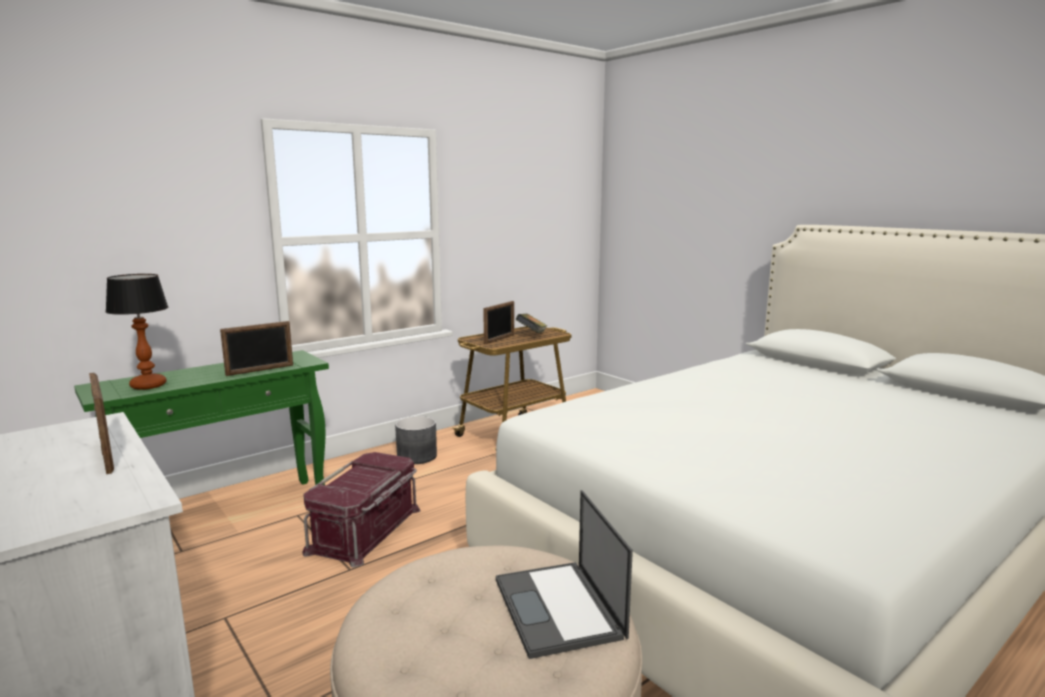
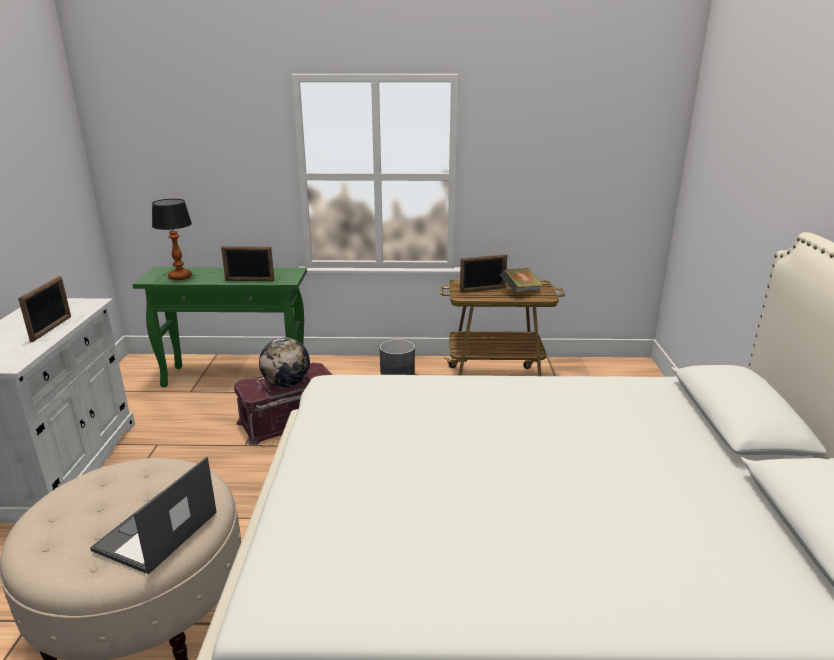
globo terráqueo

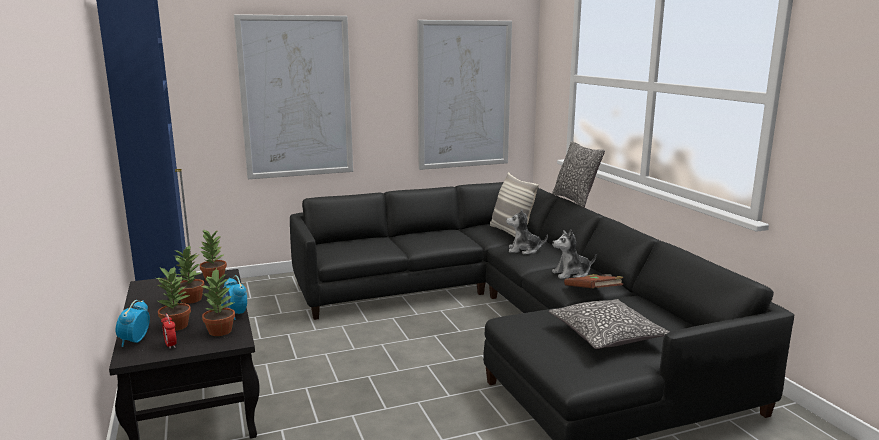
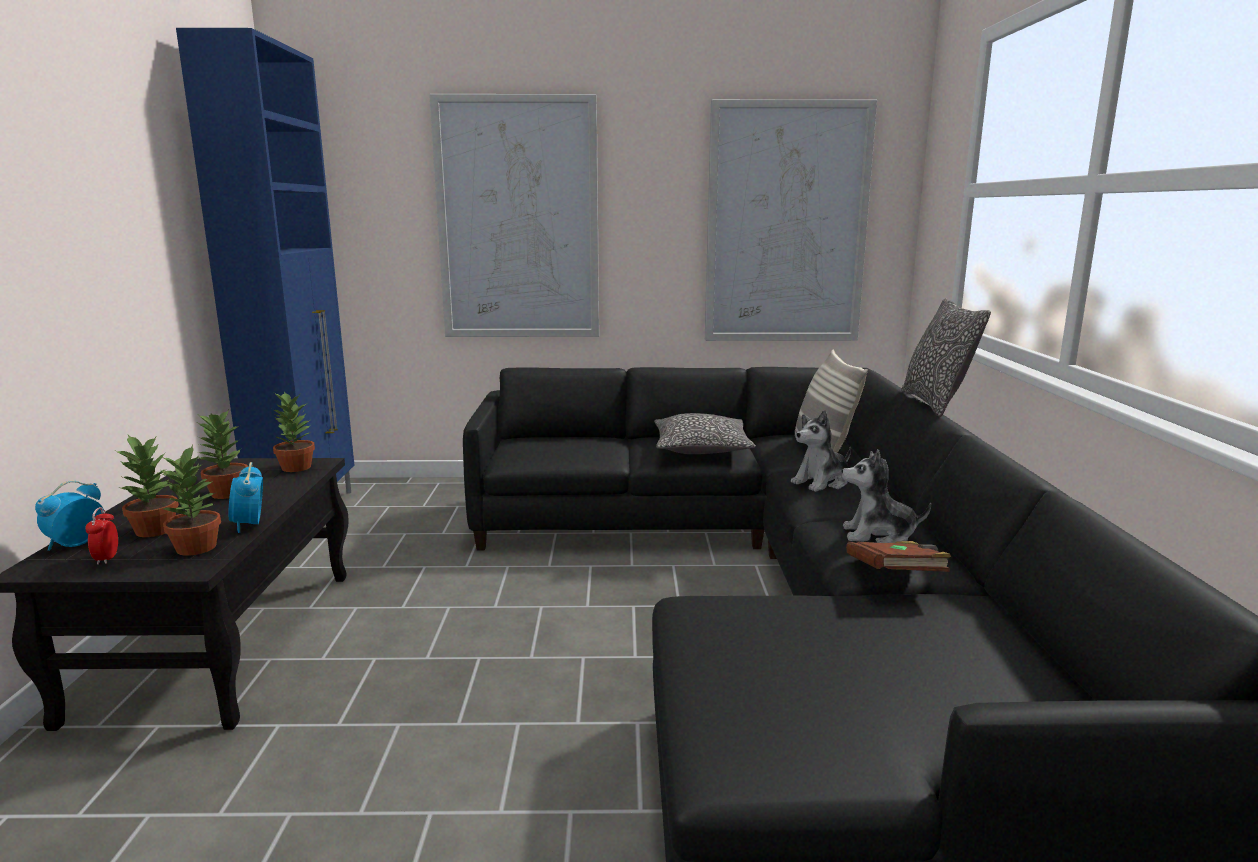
peluche (1st from left); cojín (1st from left)

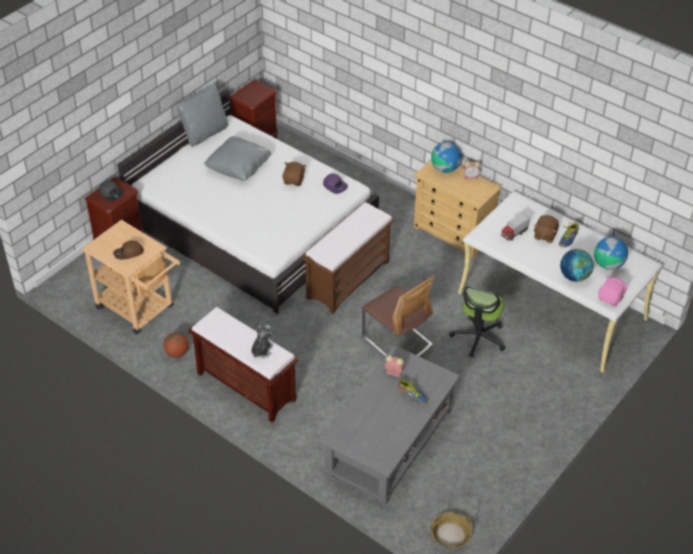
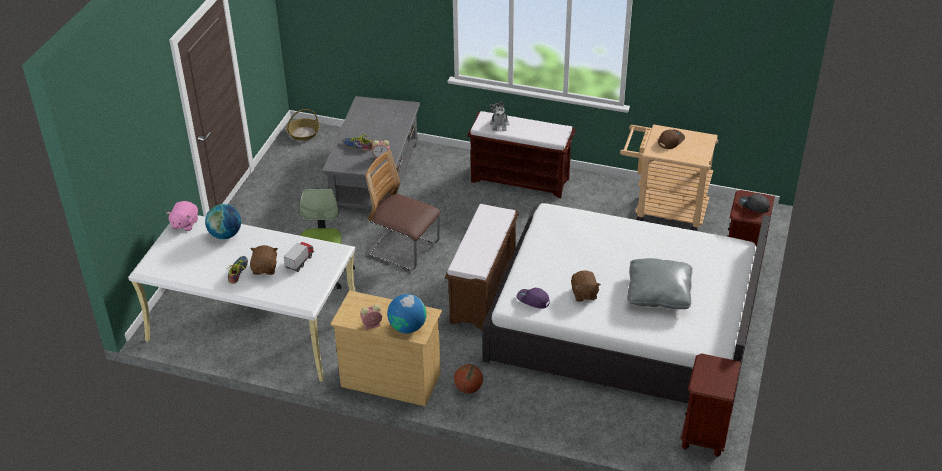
cojín/gris (1st from left in the first image); globo terráqueo (3rd from left in the first image); balón de baloncesto

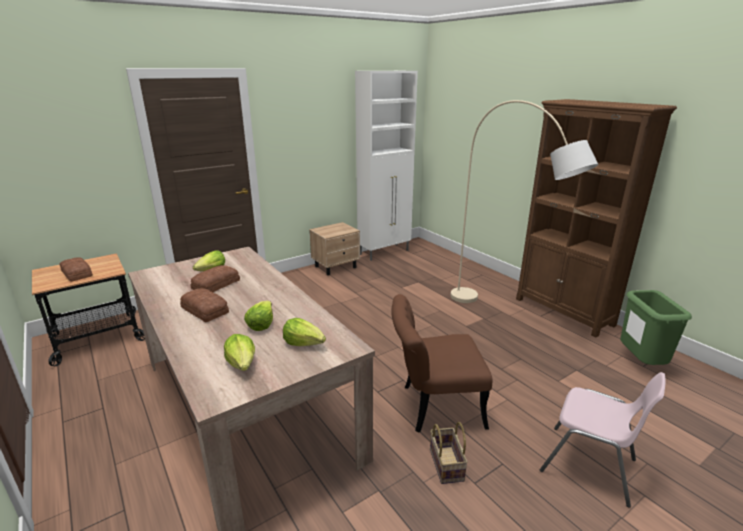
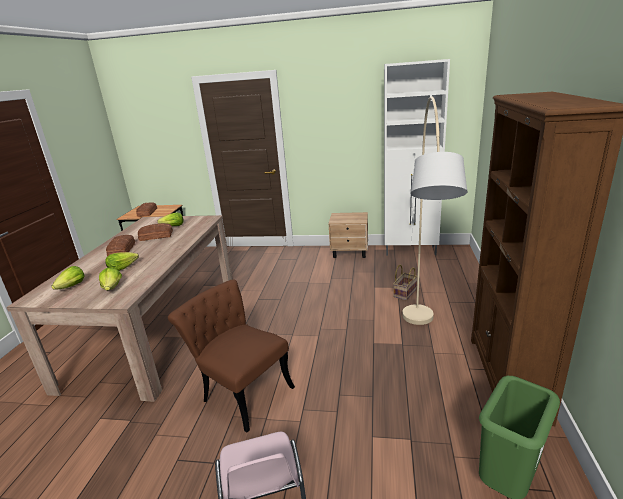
cesta

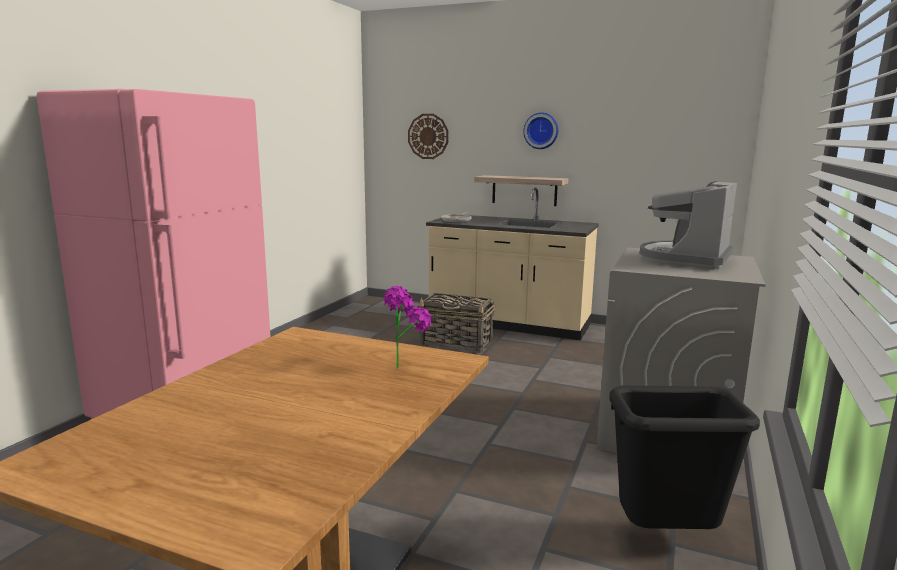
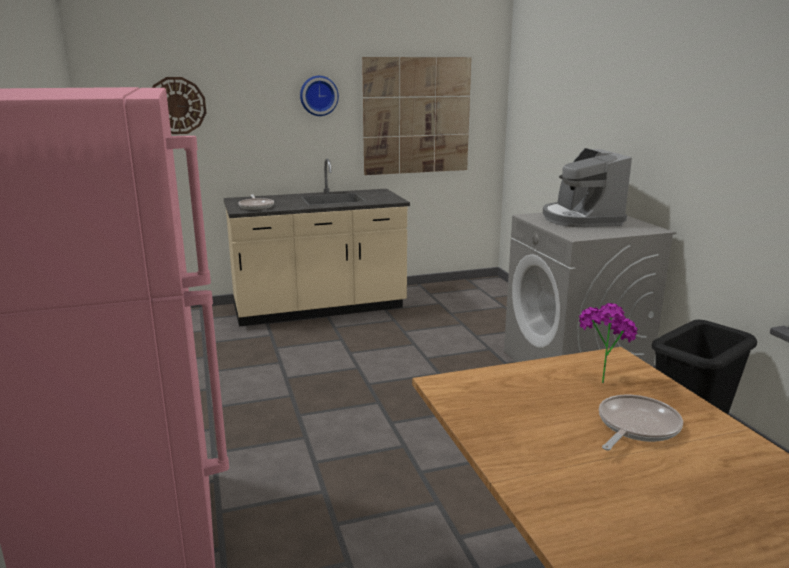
estante; cesta; cuadro; sartén (2nd from left)

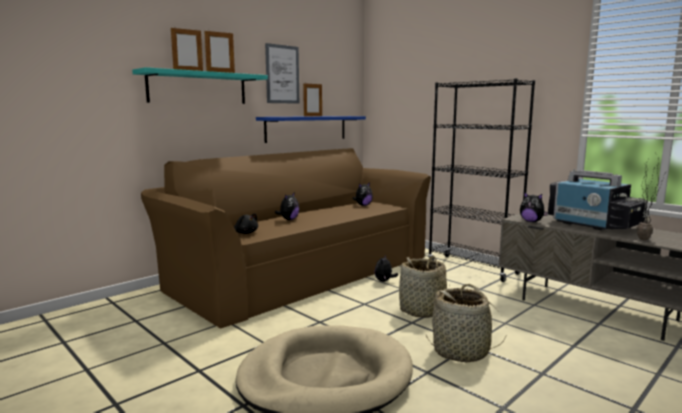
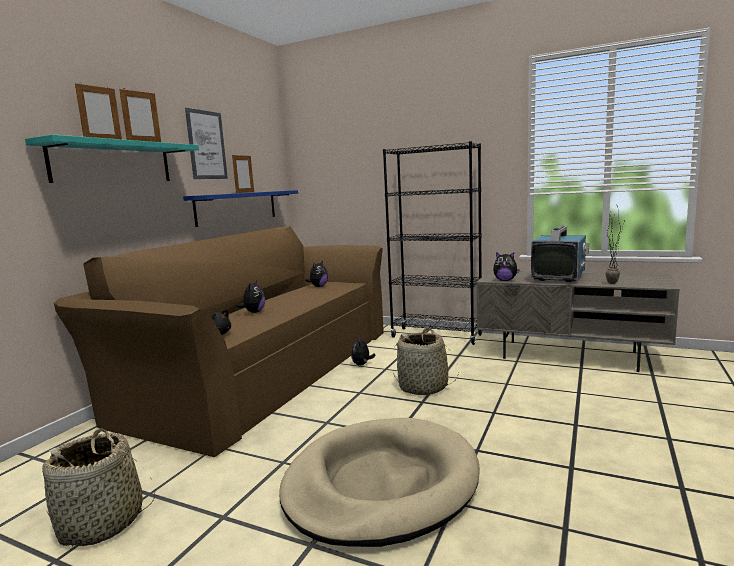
televisor; cesta (1st from left)

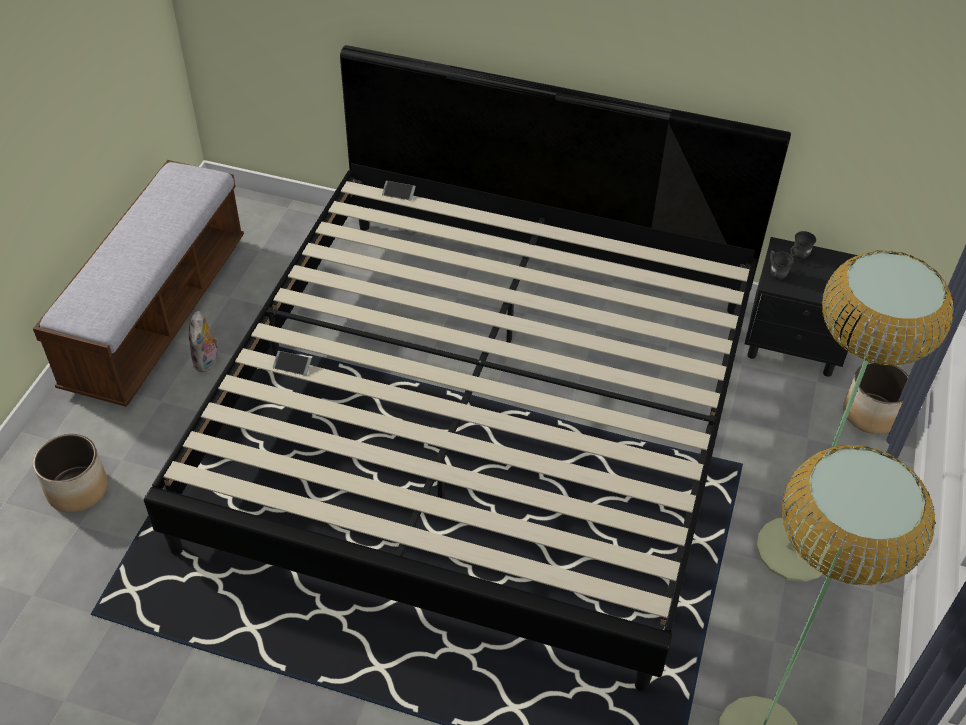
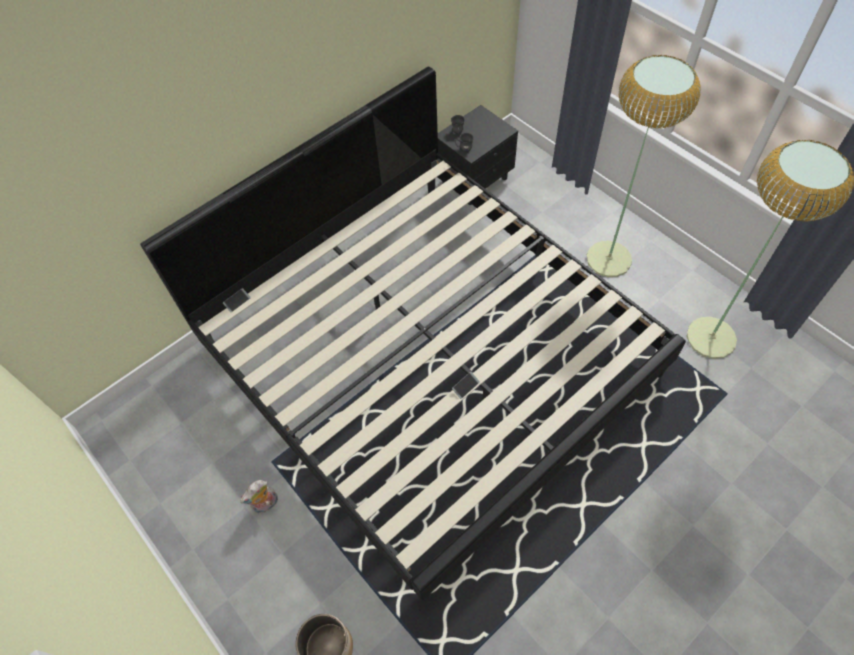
banco; peluche; móvil (2nd from left); maceta (2nd from left in the first image)

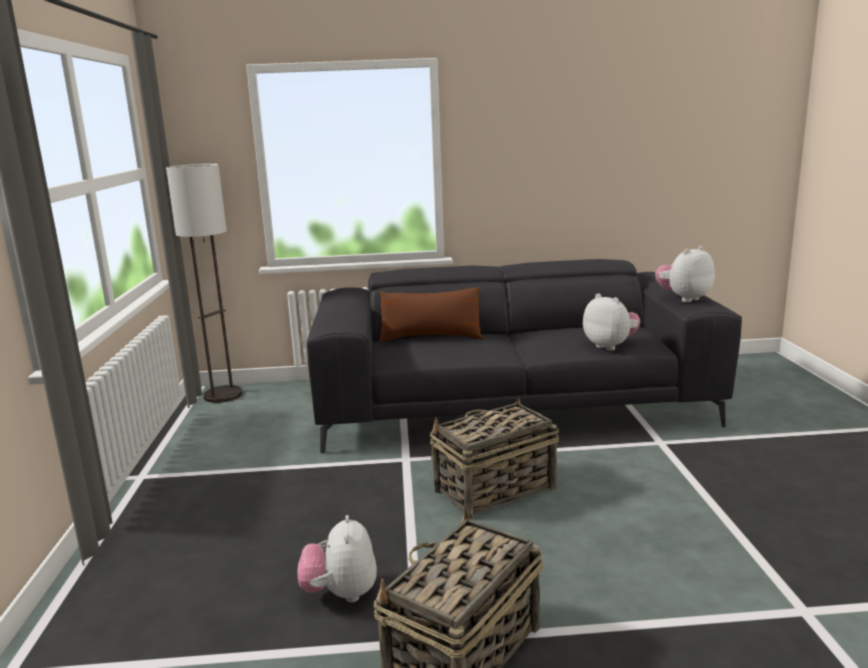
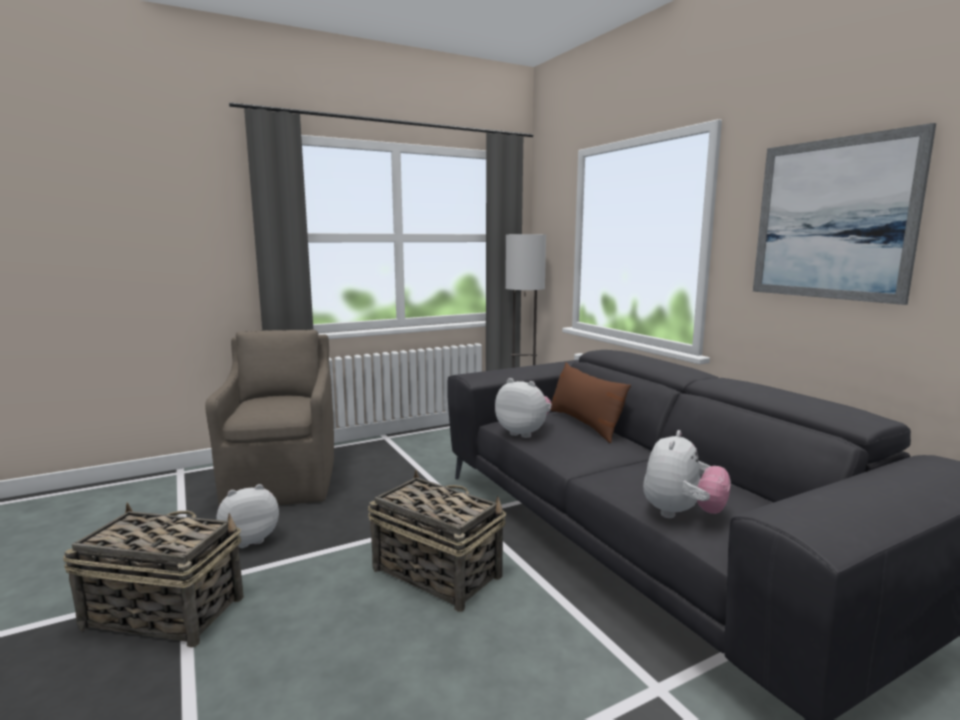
peluche (2nd from left); cuadro; sillón/marrón

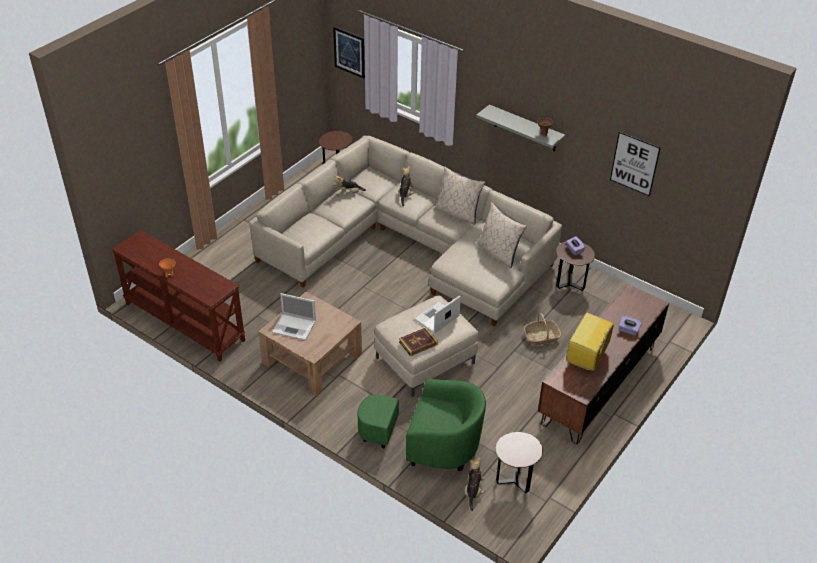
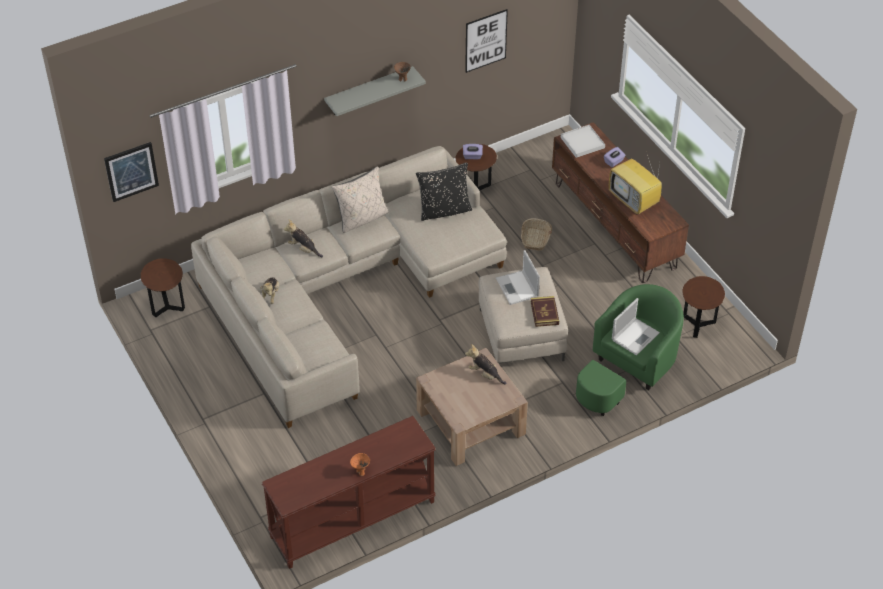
cojín/negro; portátil (2nd from left); peluche (3rd from left); bandeja/blanco

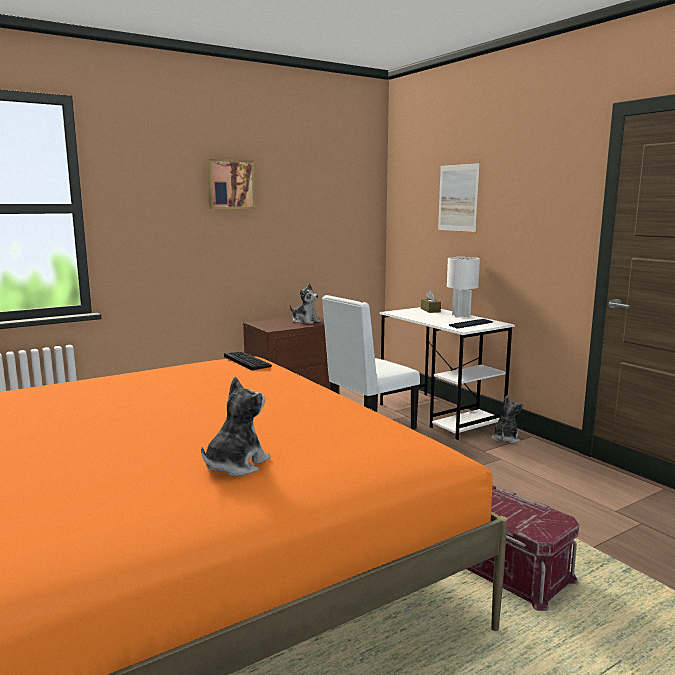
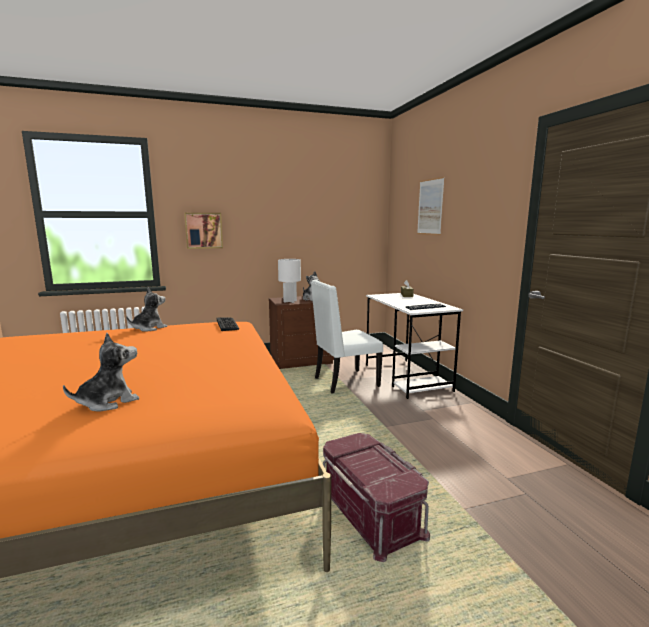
cuadro (1st from left); lámpara de mesa/blanco; peluche (2nd from left)

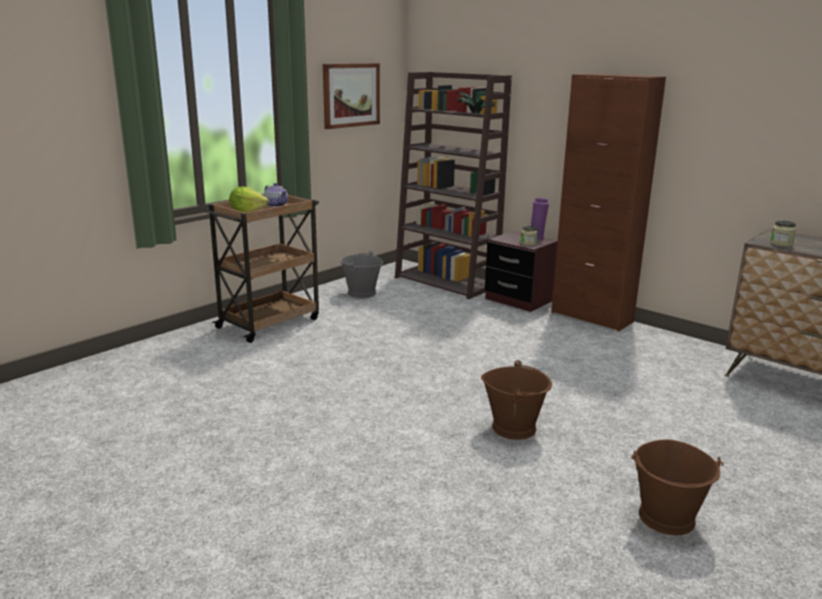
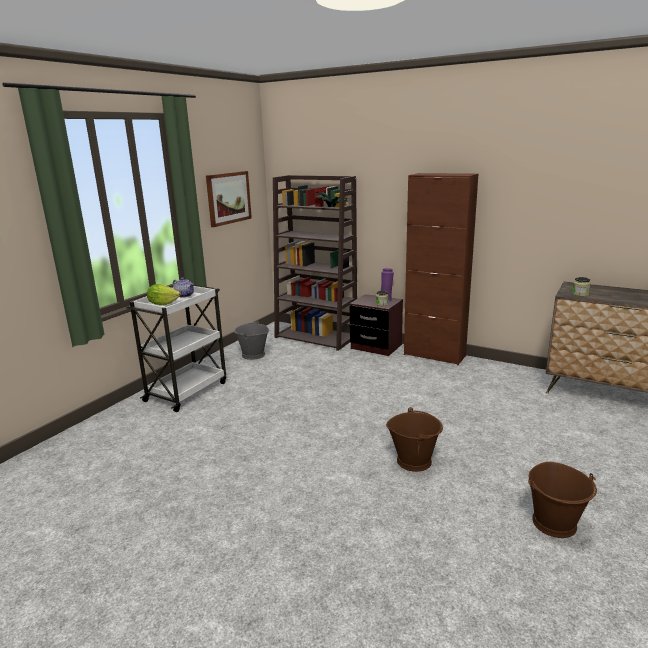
carrito/blanco

